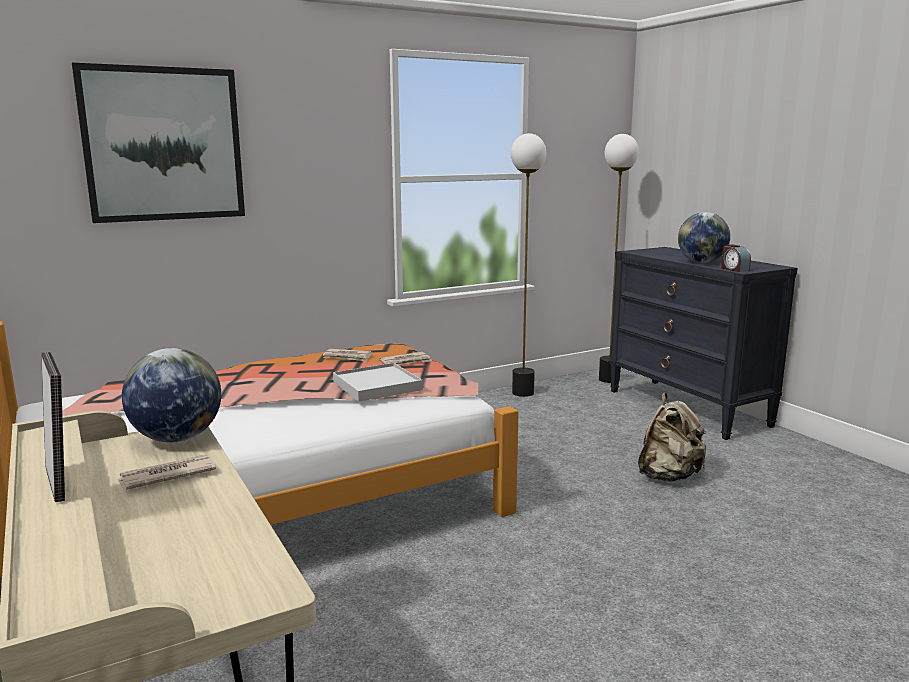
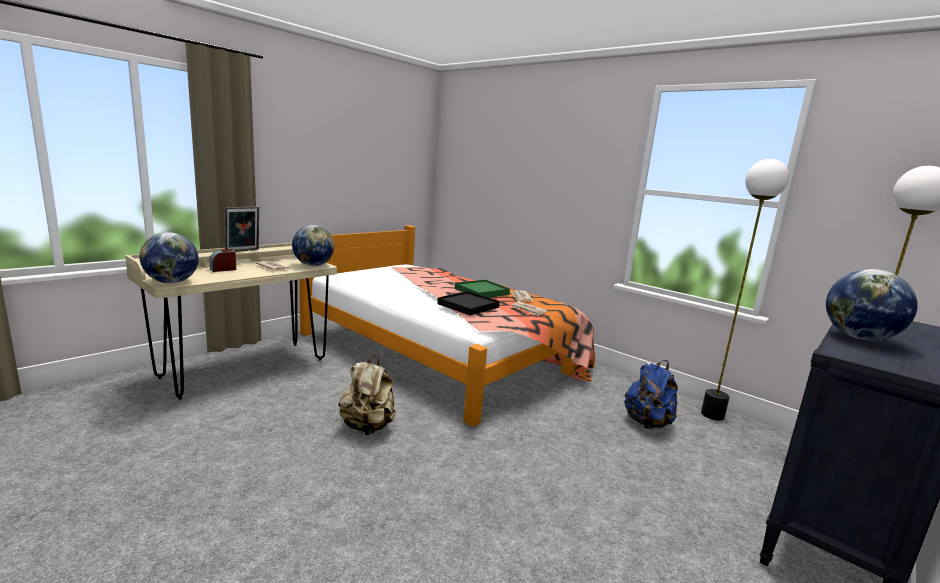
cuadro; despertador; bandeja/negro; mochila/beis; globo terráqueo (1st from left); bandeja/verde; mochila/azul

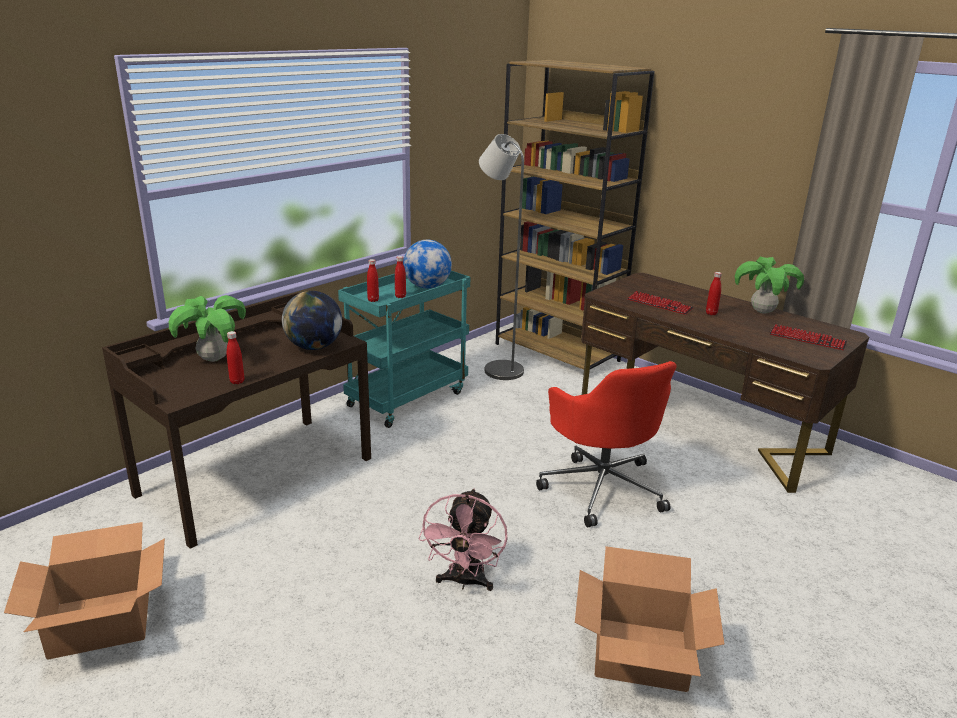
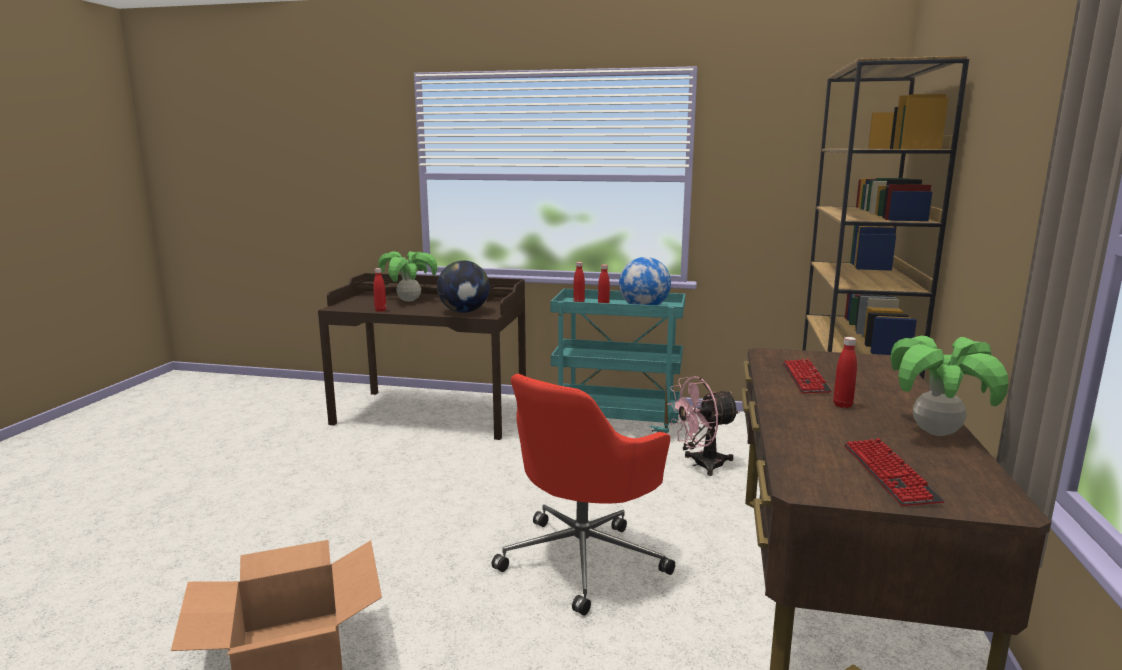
lámpara de pie/gris; ventilador/rosa; caja de cartón (1st from left in the first image)

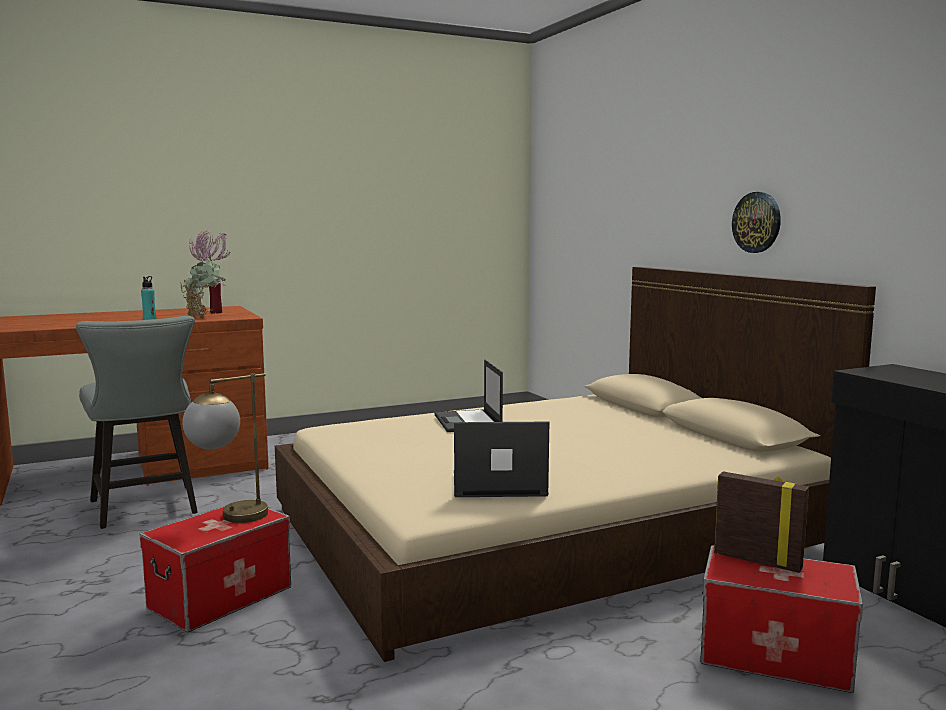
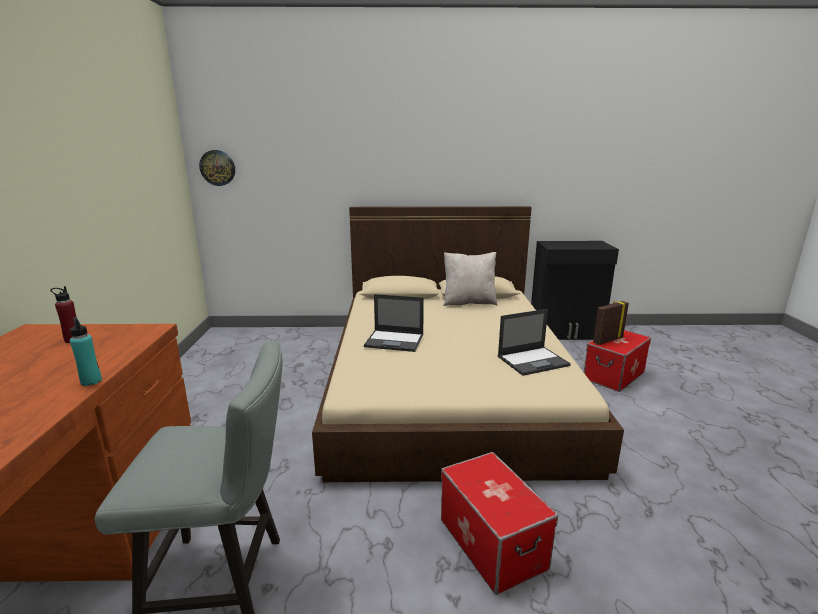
reloj de pared; planta en maceta; lámpara de mesa; portátil (2nd from left); cojín/beis

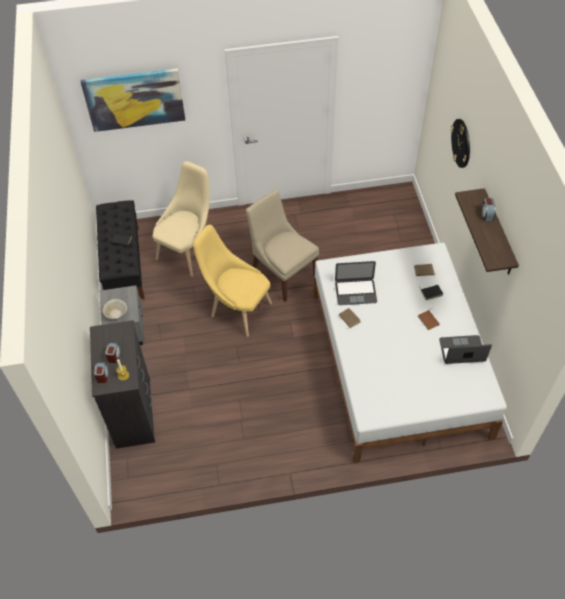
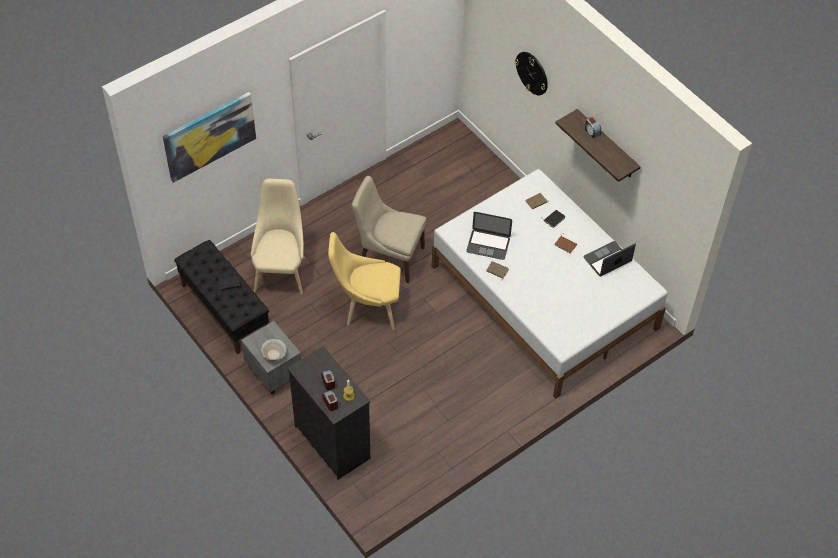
portátil (1st from left)

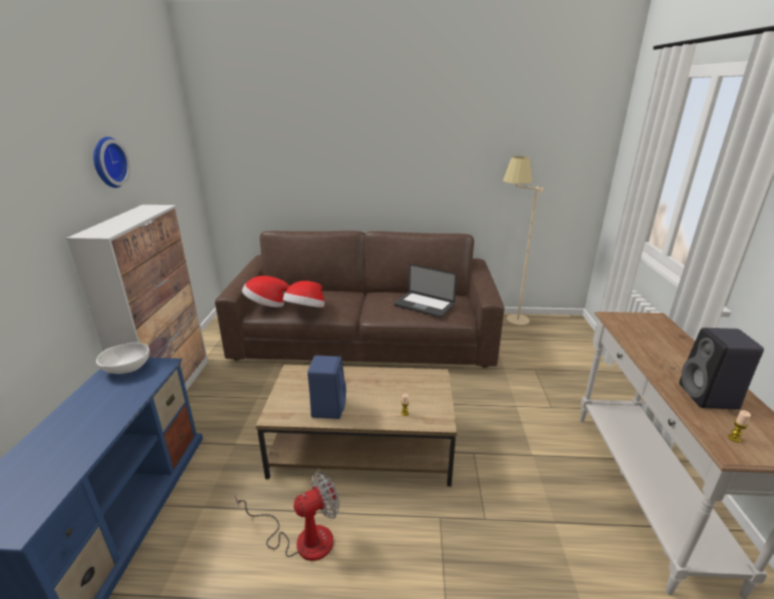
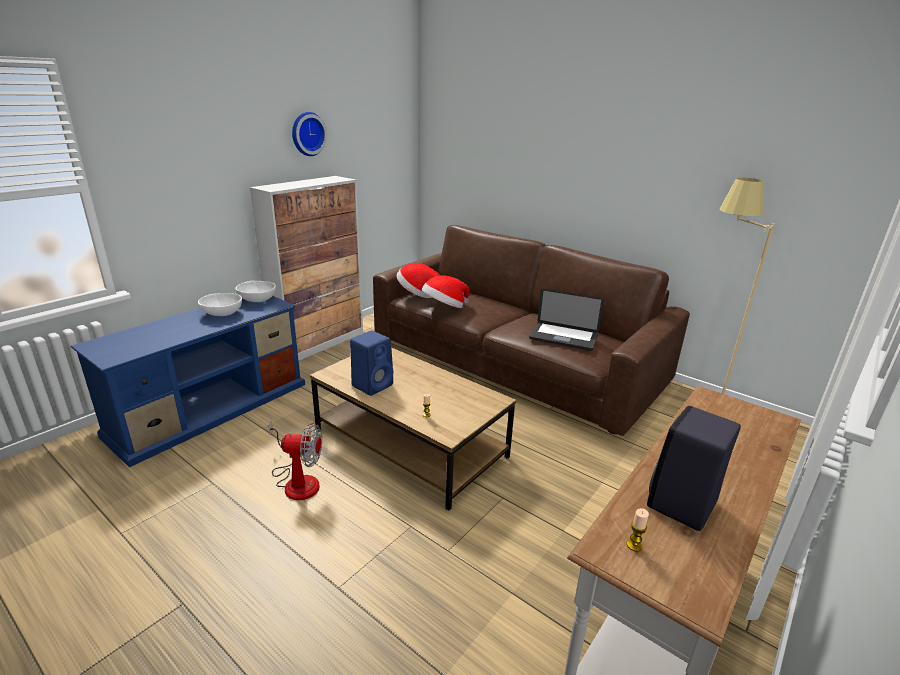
portátil; cuenco/blanco (1st from left)

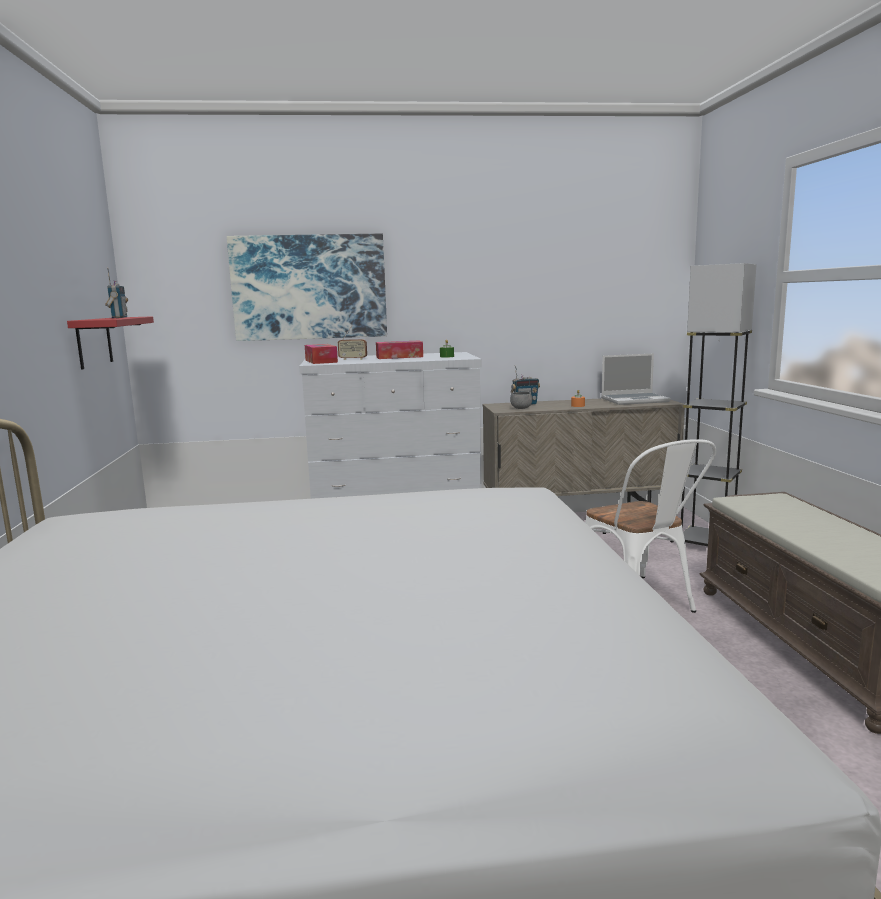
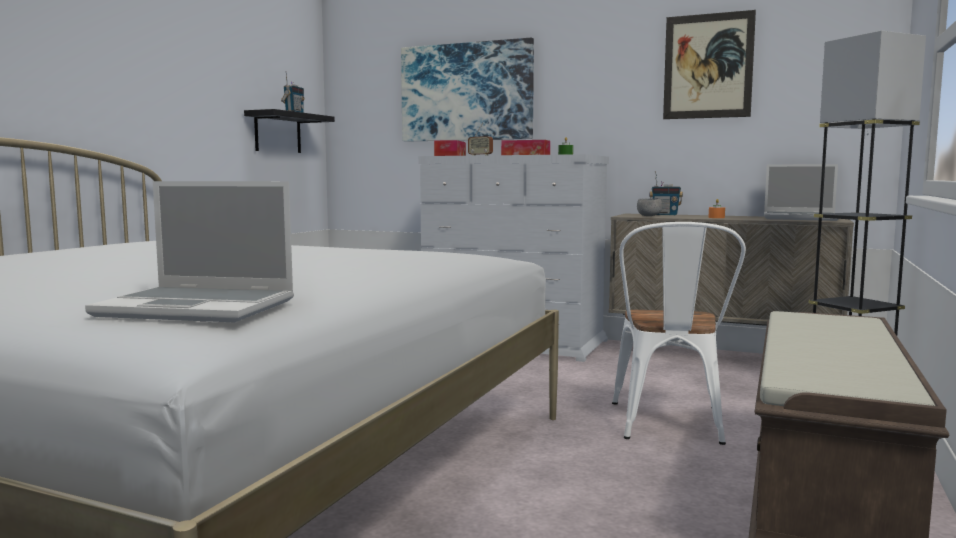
estante/negro; cuadro (2nd from left); portátil (1st from left)

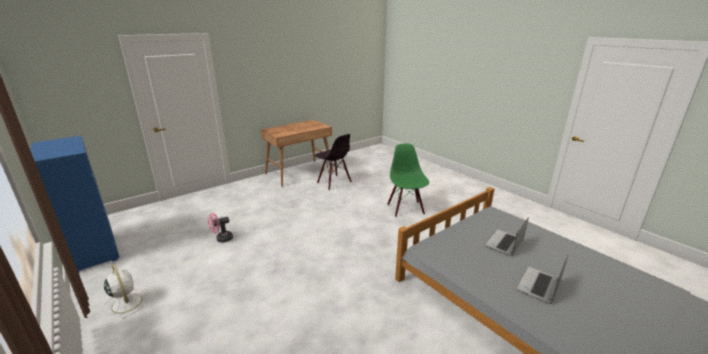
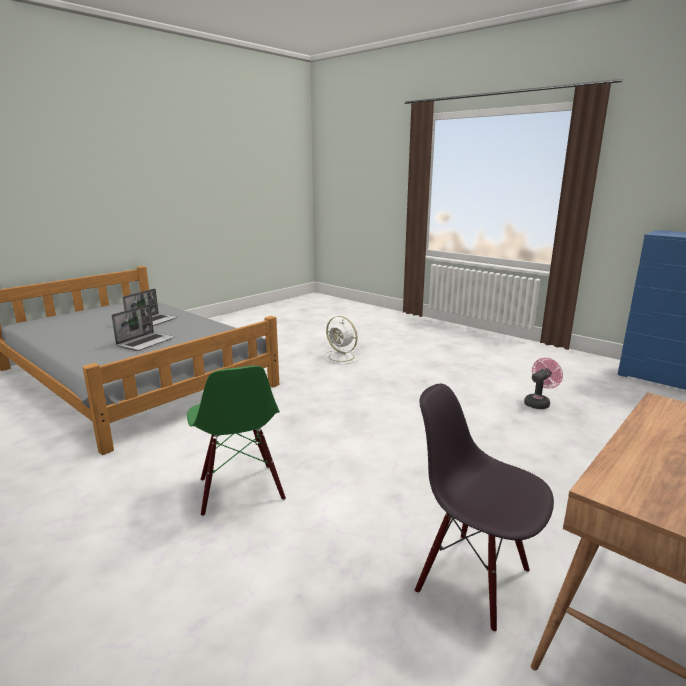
ventilador/blanco

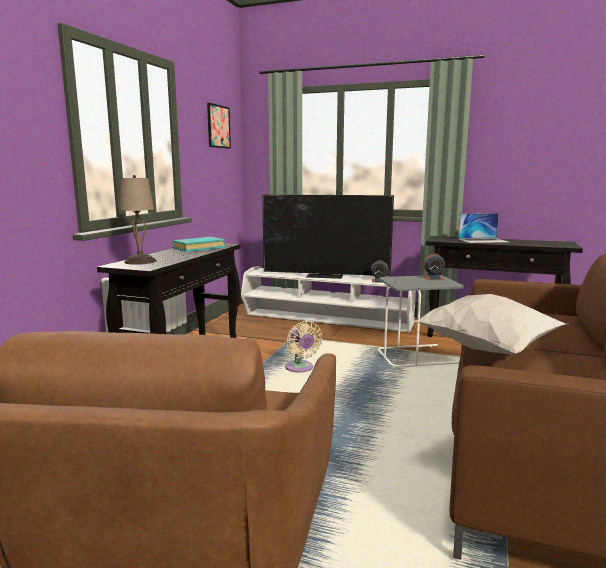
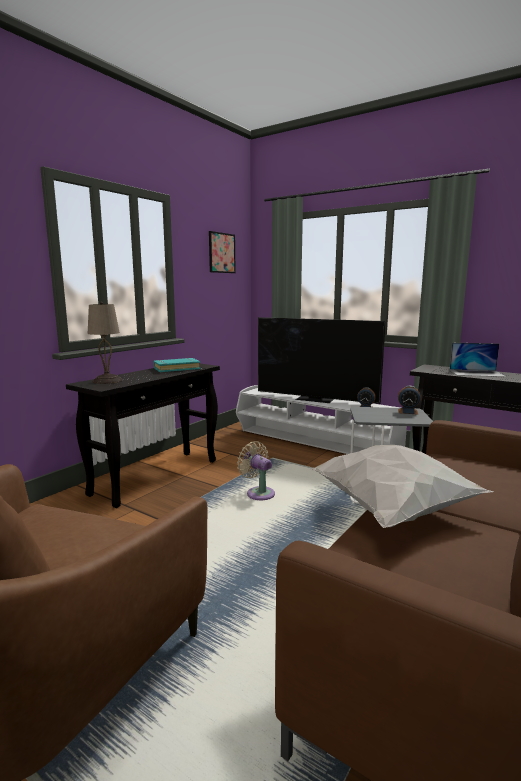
ventilador/beis

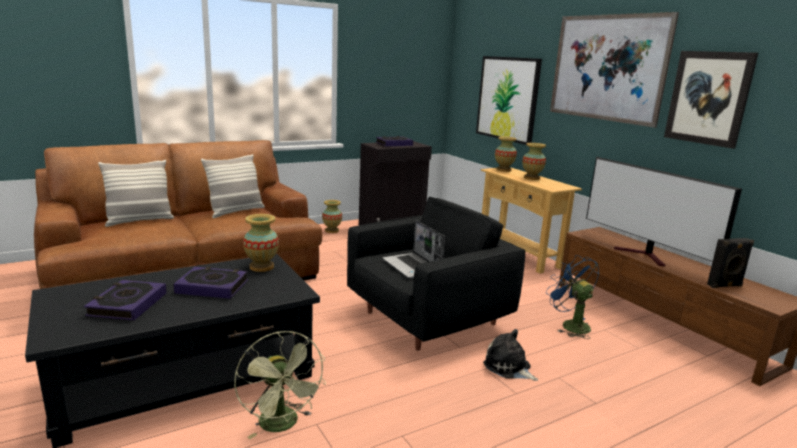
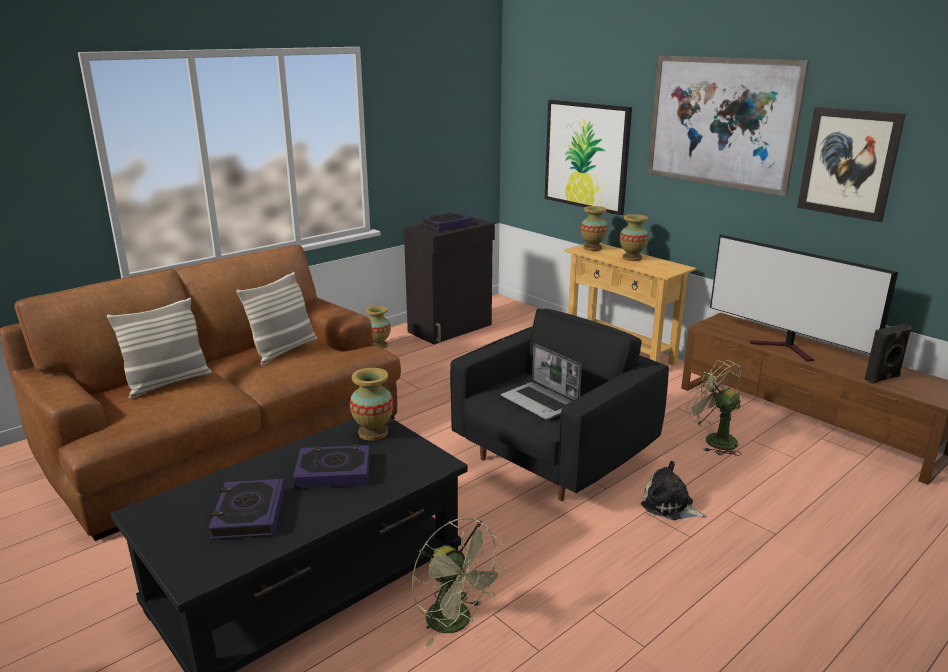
ventilador/verde (2nd from left)

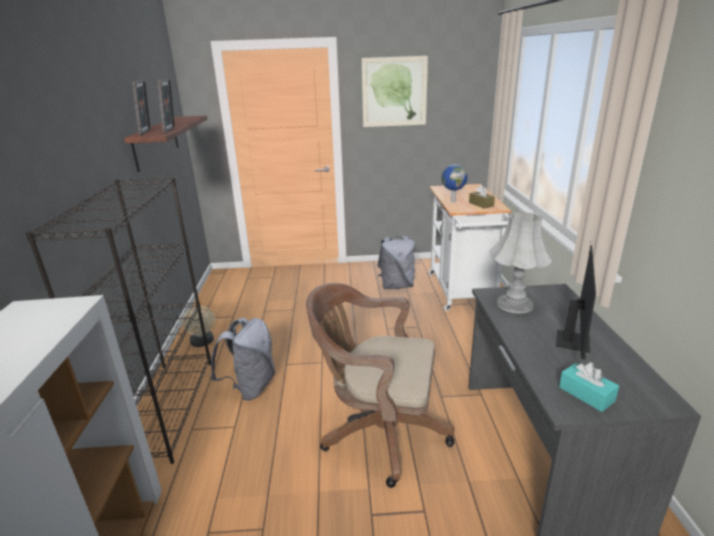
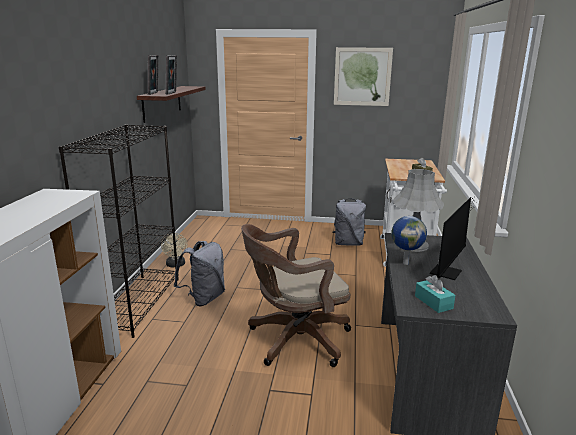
globo terráqueo; silla de oficina/marrón

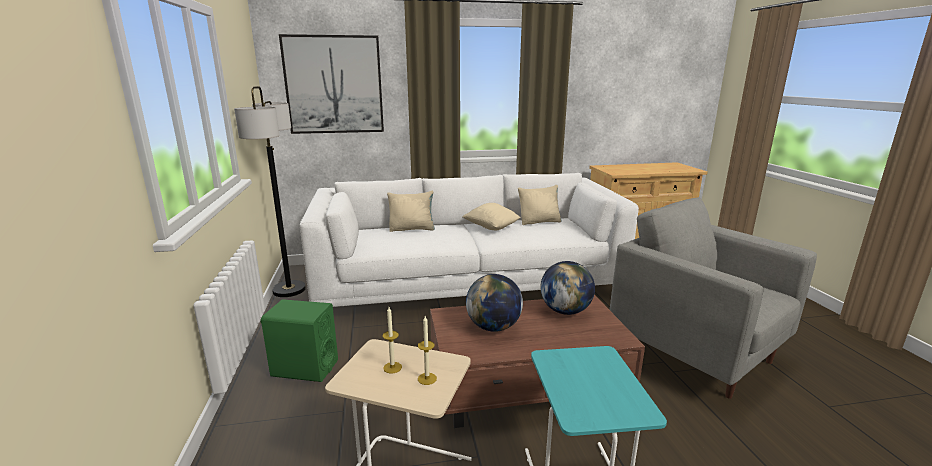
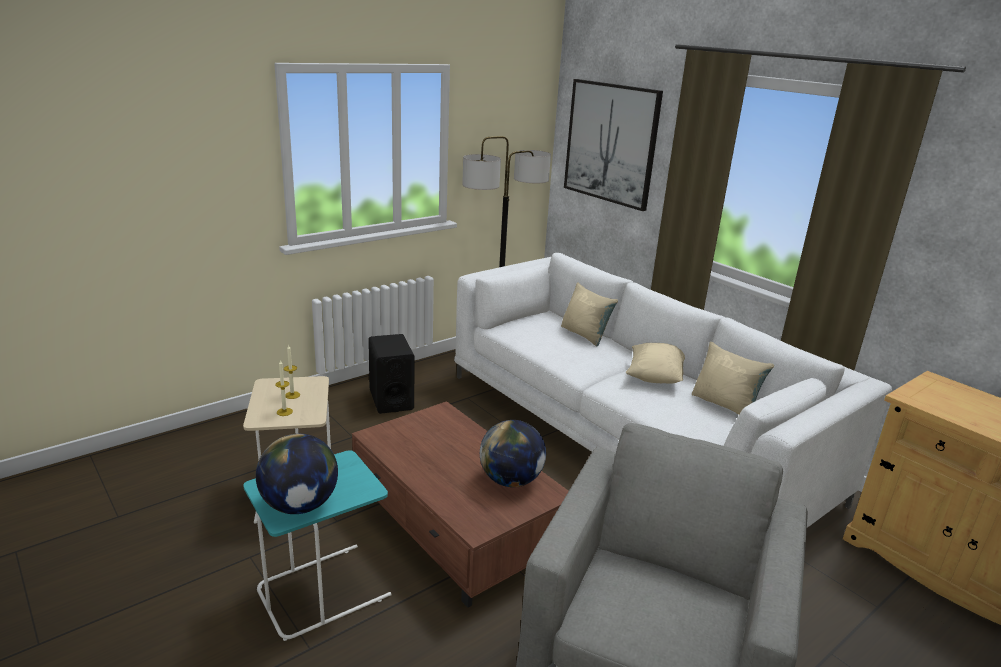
globo terráqueo (1st from left); altavoz/negro

